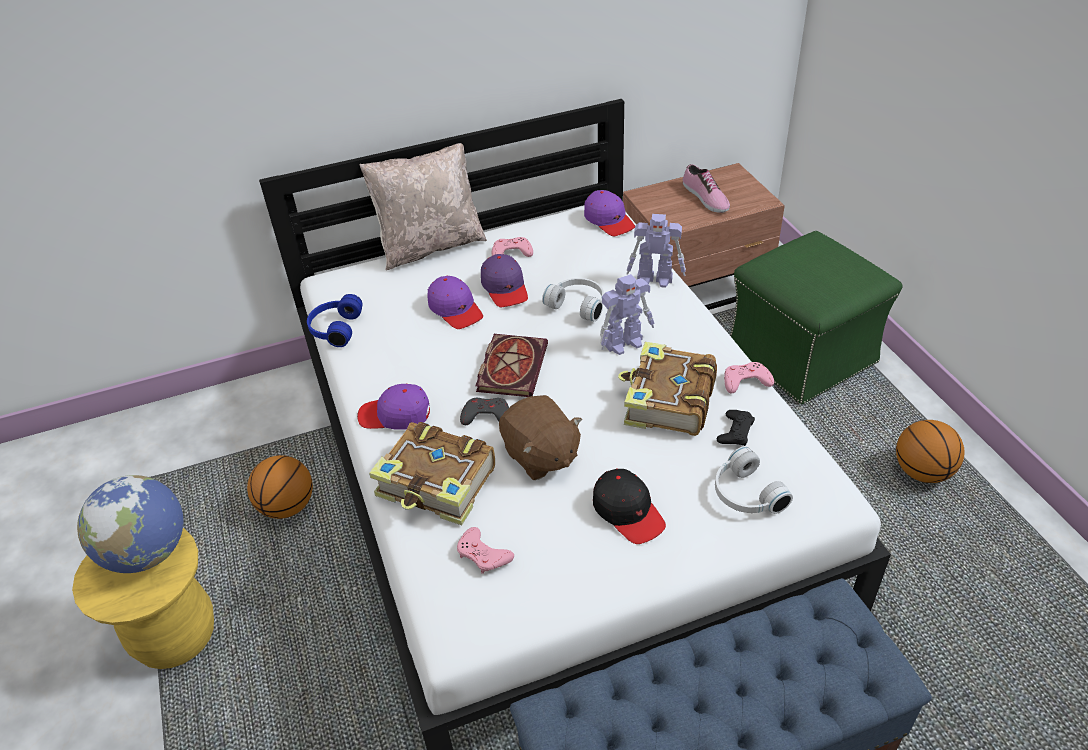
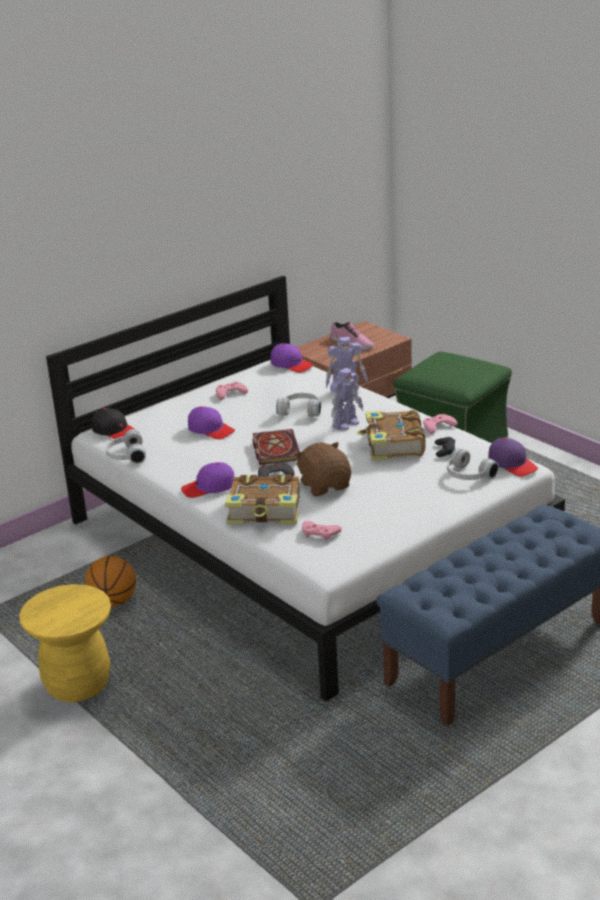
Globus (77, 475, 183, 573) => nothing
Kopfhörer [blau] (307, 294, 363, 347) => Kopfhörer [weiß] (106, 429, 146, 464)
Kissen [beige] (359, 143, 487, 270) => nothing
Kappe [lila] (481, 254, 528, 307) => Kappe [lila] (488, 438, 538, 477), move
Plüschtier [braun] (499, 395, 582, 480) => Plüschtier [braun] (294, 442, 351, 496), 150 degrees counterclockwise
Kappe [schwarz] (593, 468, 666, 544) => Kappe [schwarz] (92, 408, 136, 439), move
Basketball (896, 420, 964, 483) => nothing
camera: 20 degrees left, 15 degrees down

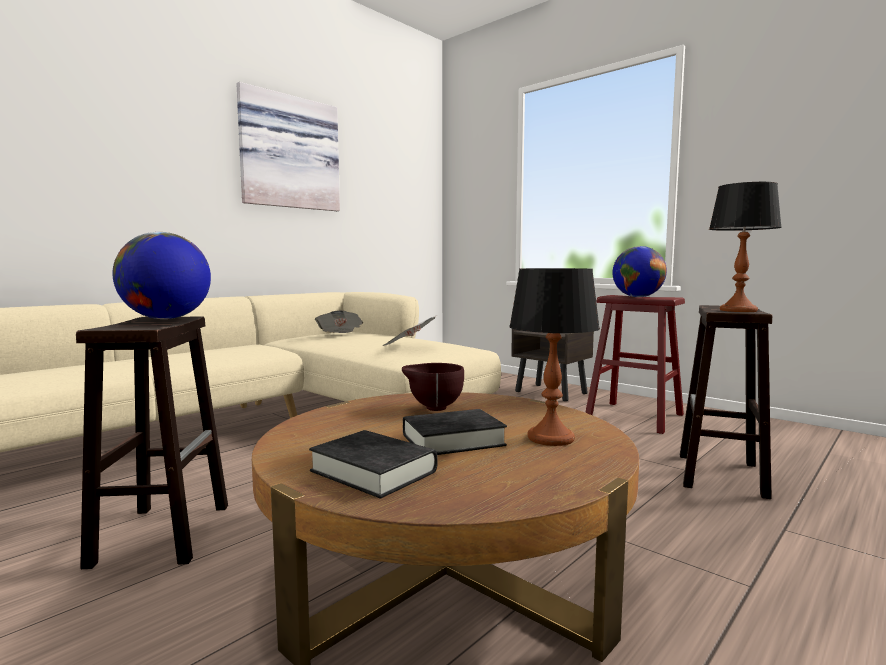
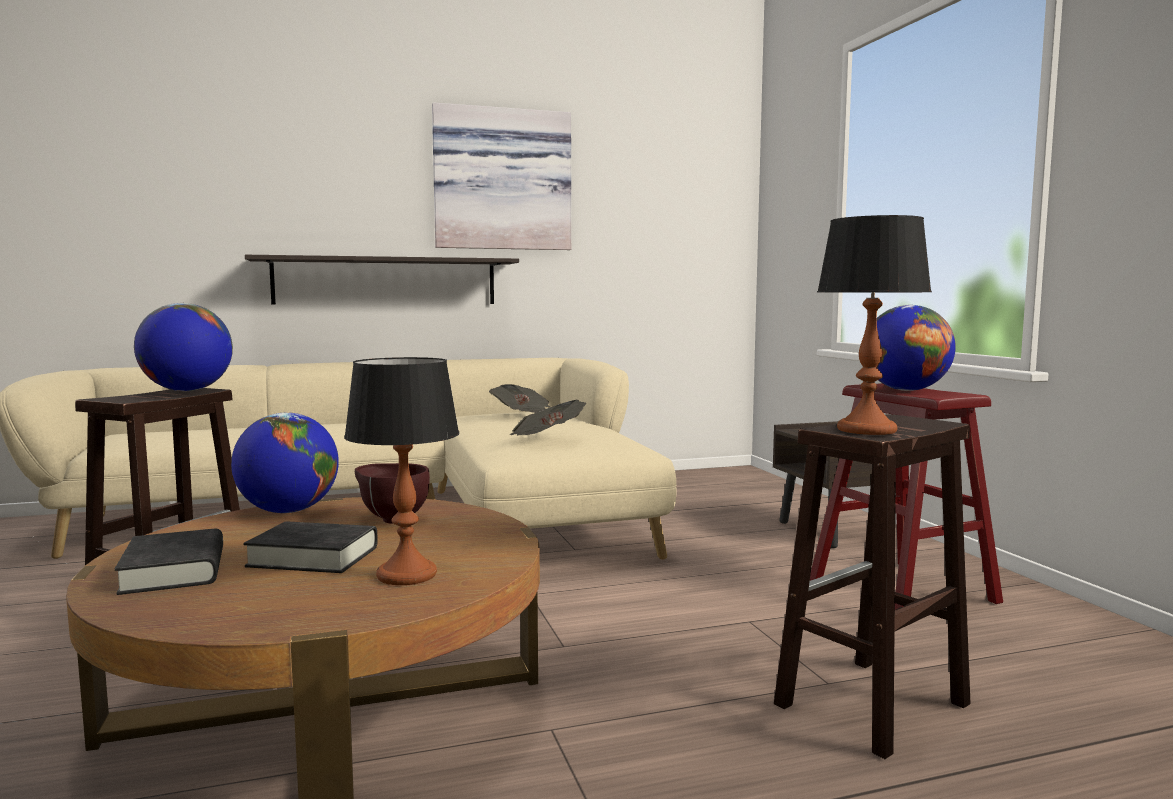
nothing => Globus (231, 413, 339, 513)
nothing => Wandregal (245, 255, 519, 305)
camera: 30 degrees right, 0 degrees up

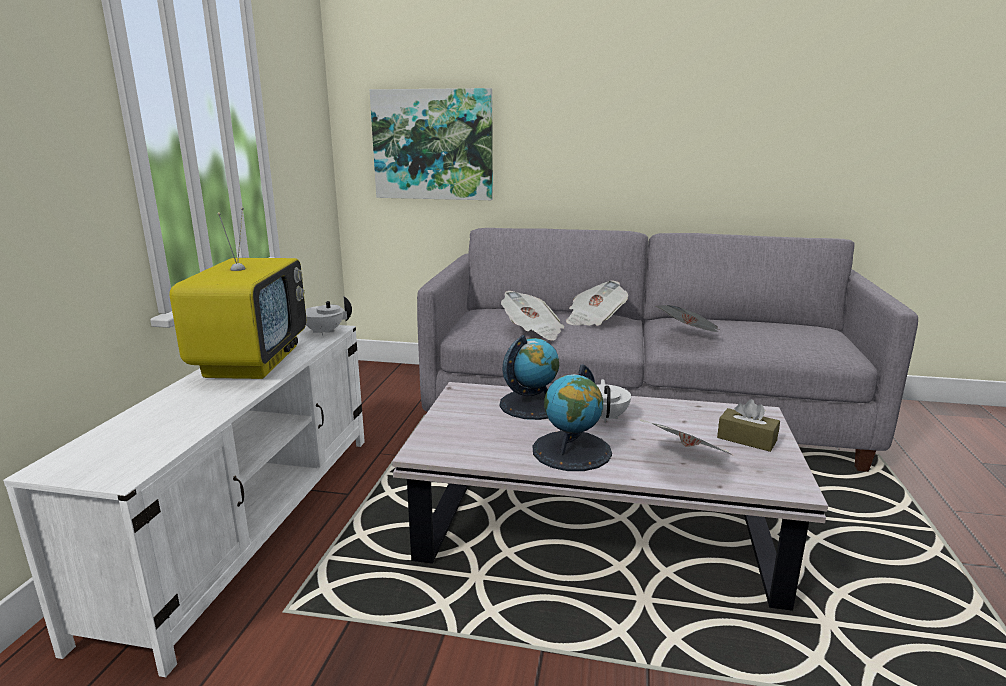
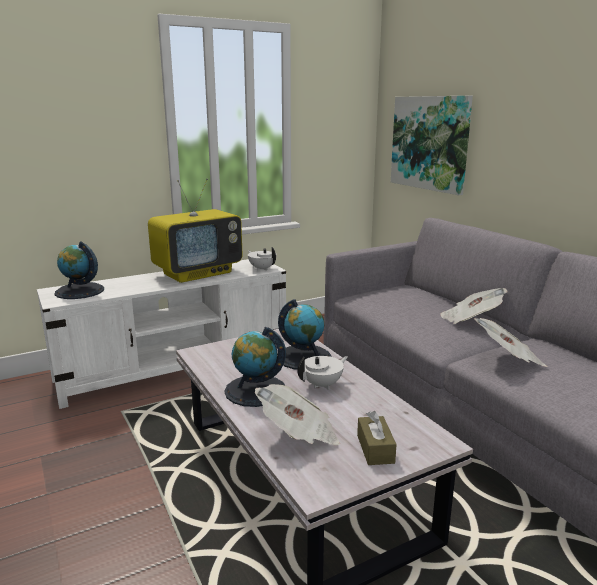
Zeitung (501, 291, 565, 341) => nothing
nothing => Globus (55, 241, 104, 299)
camera: 50 degrees right, 0 degrees up

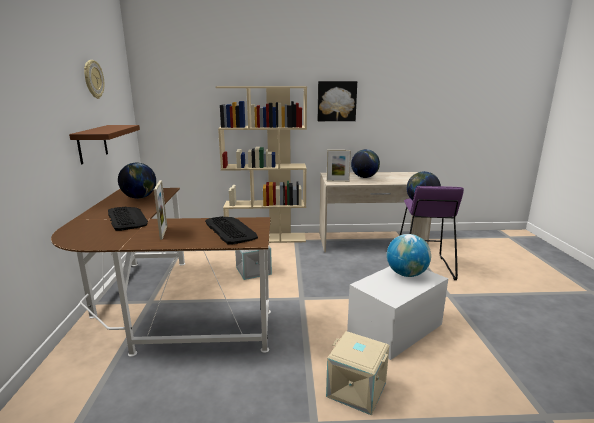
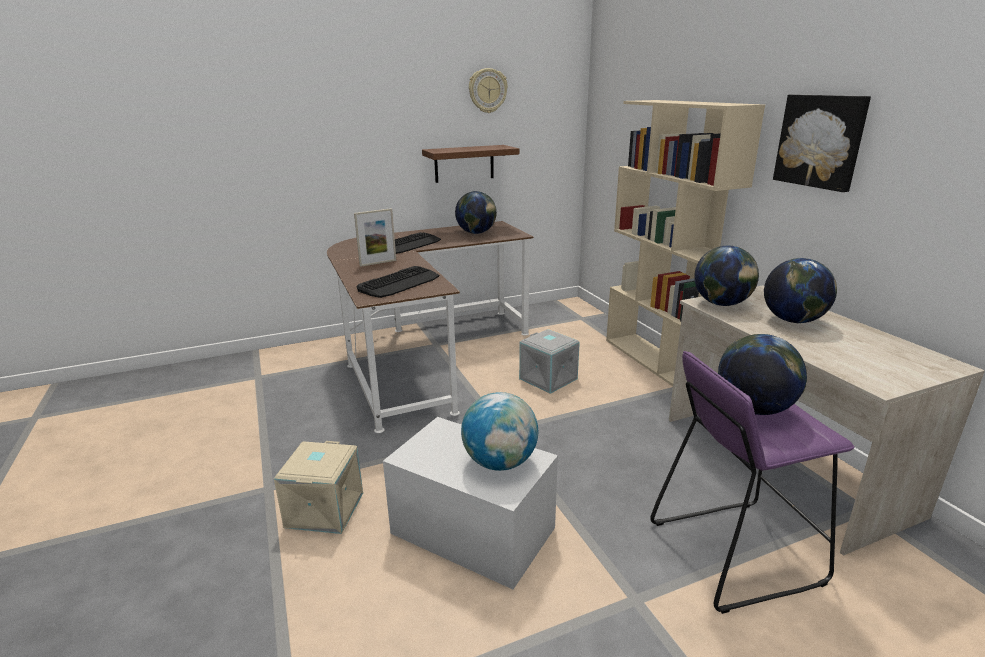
Bilderrahmen (327, 150, 351, 182) => Globus (694, 246, 759, 306)
camera: 70 degrees right, 5 degrees up

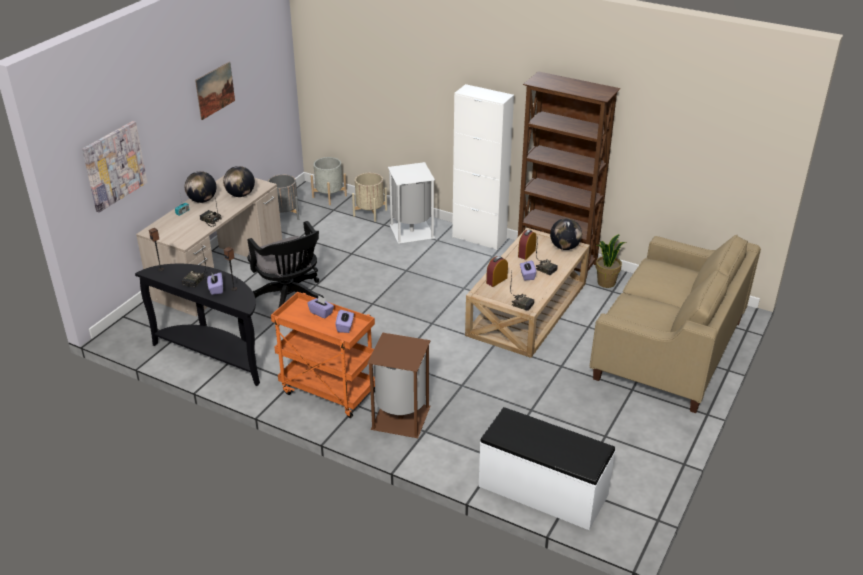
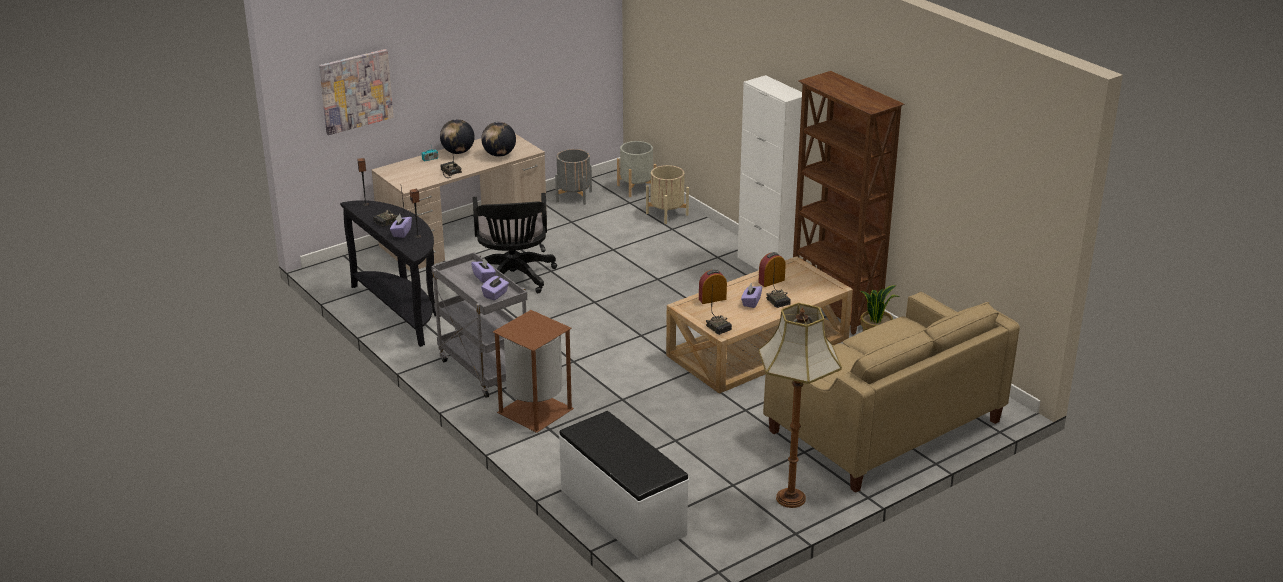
Bild (195, 62, 235, 120) => nothing
Rollwagen [orange] (271, 292, 375, 418) => Rollwagen [grau] (431, 252, 527, 398)
Mülleimer [weiß] (388, 162, 435, 244) => nothing
Globus (550, 218, 582, 250) => nothing
nothing => Stehlampe (759, 303, 842, 508)
camera: 25 degrees right, 5 degrees down

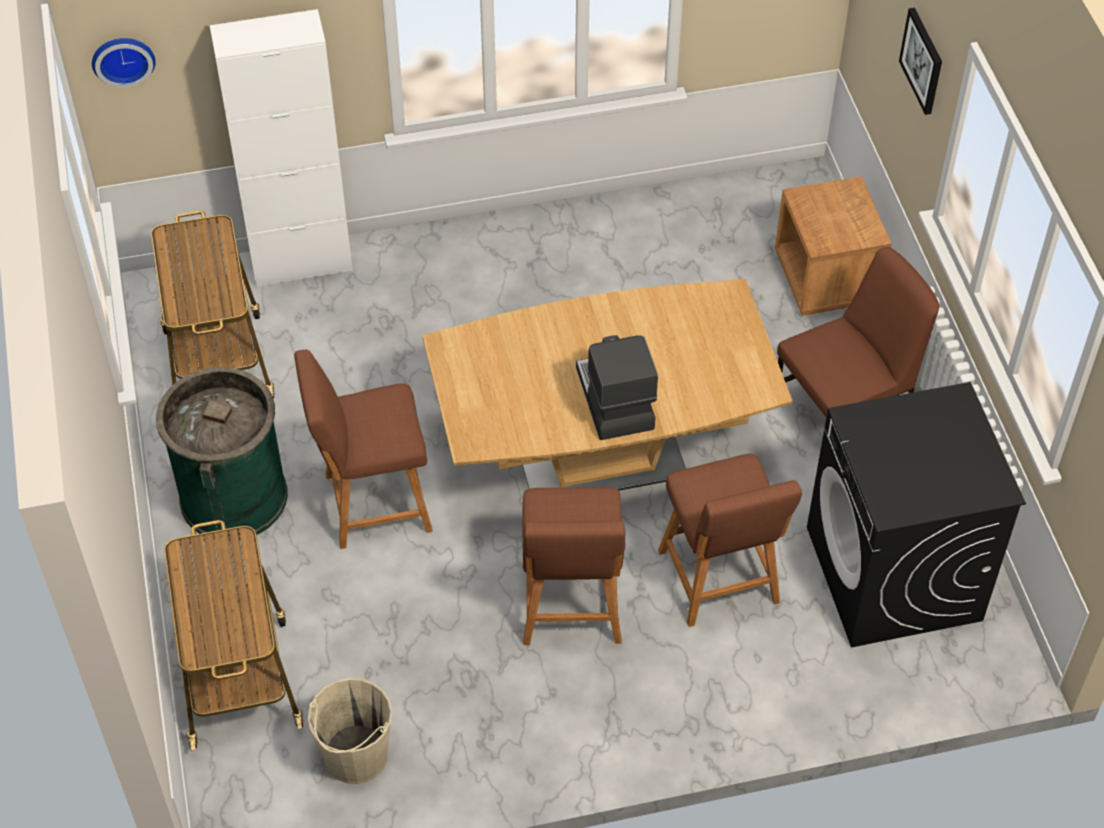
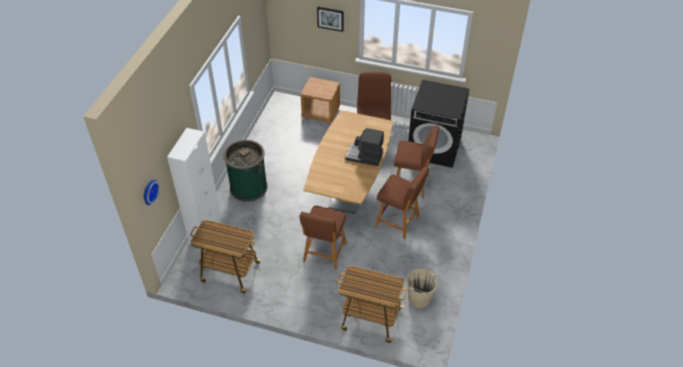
Mülleimer [grün] (156, 367, 288, 541) => Mülleimer [grün] (224, 140, 267, 202), move
camera: 60 degrees left, 5 degrees down

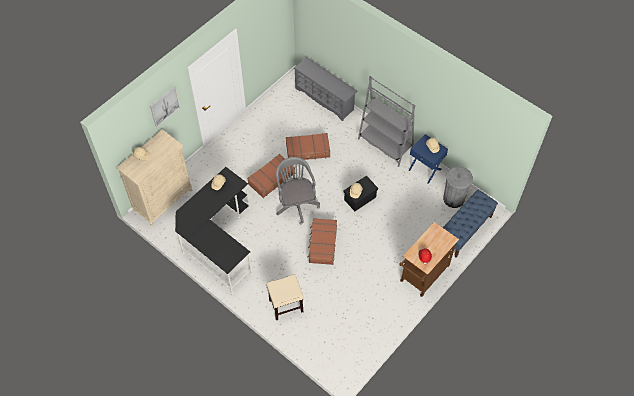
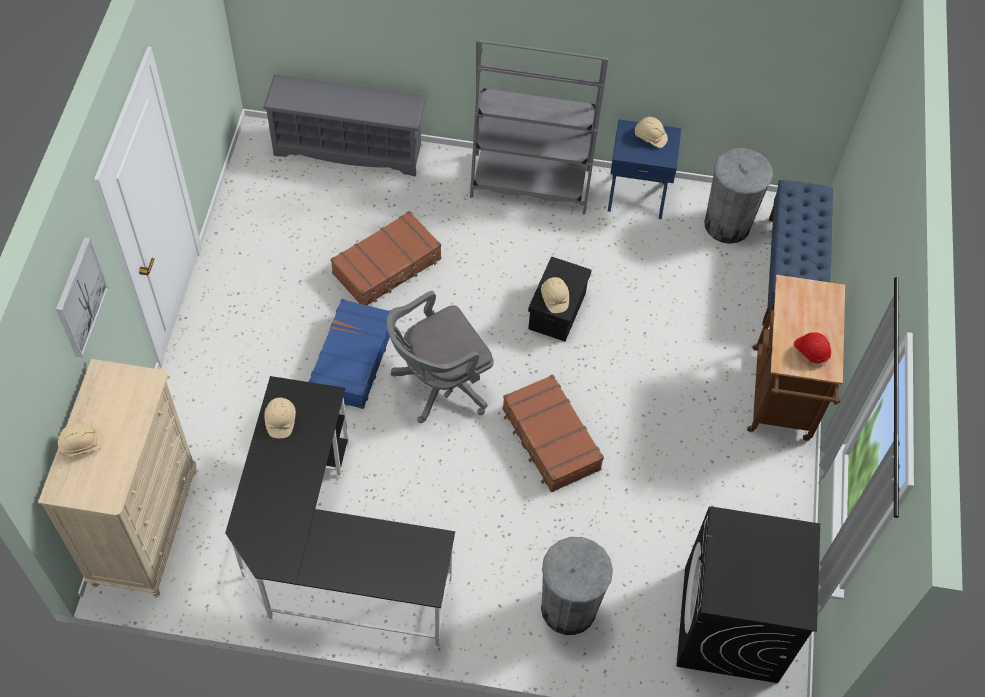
Koffer [braun] (247, 154, 295, 198) => Koffer [blau] (309, 299, 390, 409)
Hocker [beige] (266, 274, 304, 320) => Mülleimer [grau] (541, 537, 613, 635)
Bürostuhl [grau] (276, 157, 320, 225) => Bürostuhl [grau] (386, 291, 494, 423), 75 degrees counterclockwise
nothing => Waschmaschine [schwarz] (676, 506, 820, 683)
camera: 35 degrees left, 0 degrees up

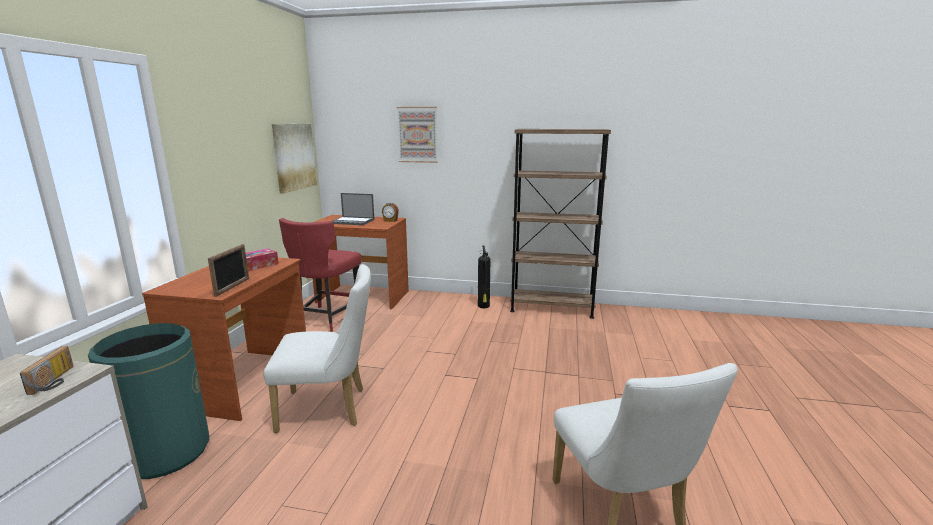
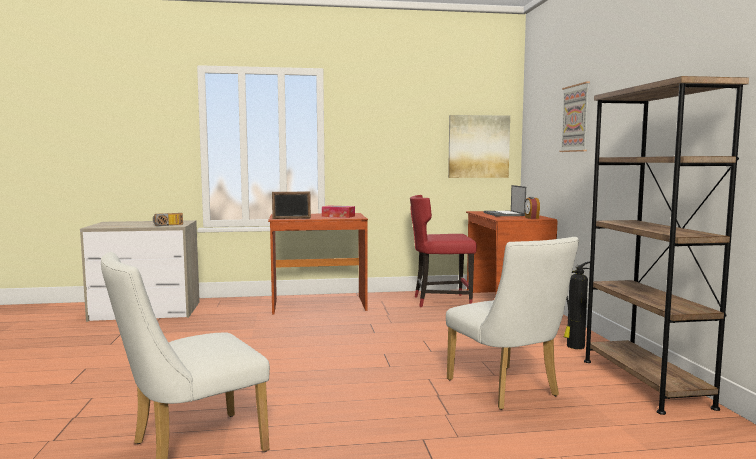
Mülleimer [grün] (88, 323, 209, 479) => nothing
Stuhl [weiß] (263, 264, 371, 433) => Stuhl [weiß] (446, 237, 579, 410), move
camera: 70 degrees right, 10 degrees down

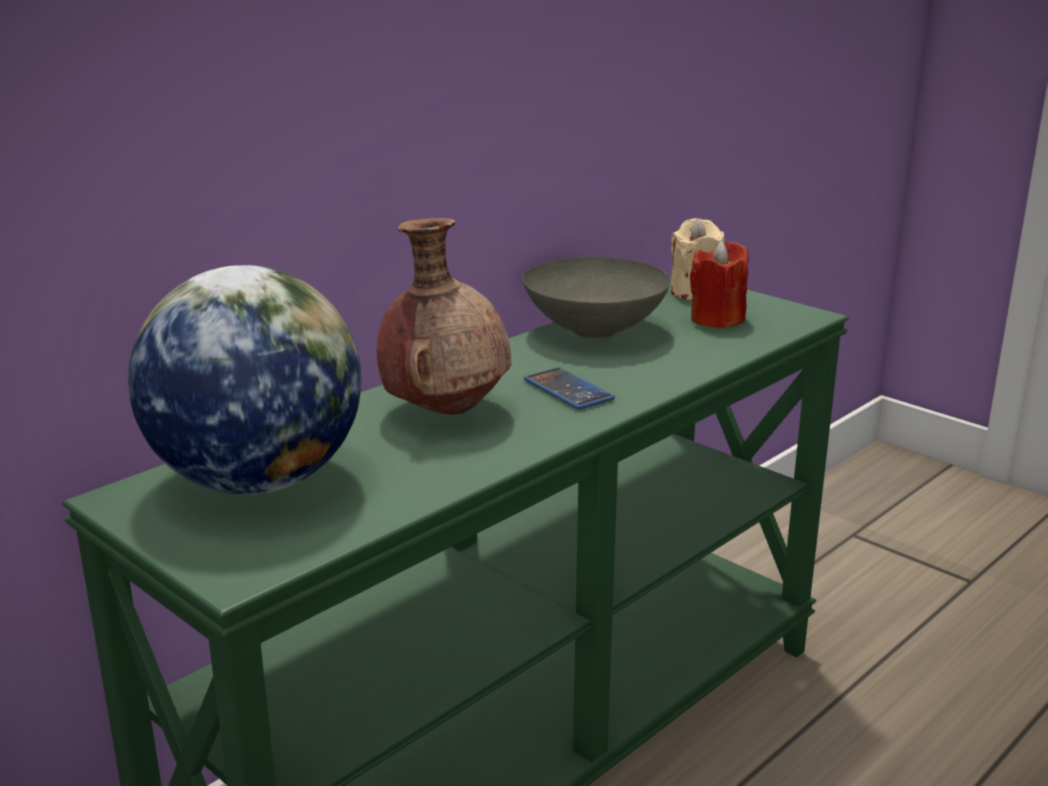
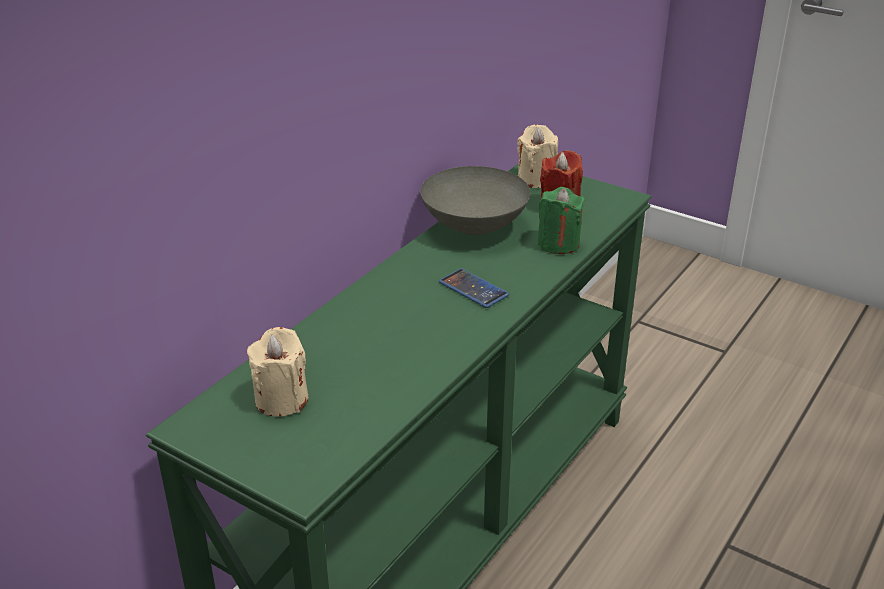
Globus (128, 265, 361, 495) => Kerze [beige] (247, 327, 309, 417)
Vase [braun] (377, 218, 511, 414) => nothing
nothing => Kerze [grün] (537, 187, 585, 254)
camera: 10 degrees left, 10 degrees up

